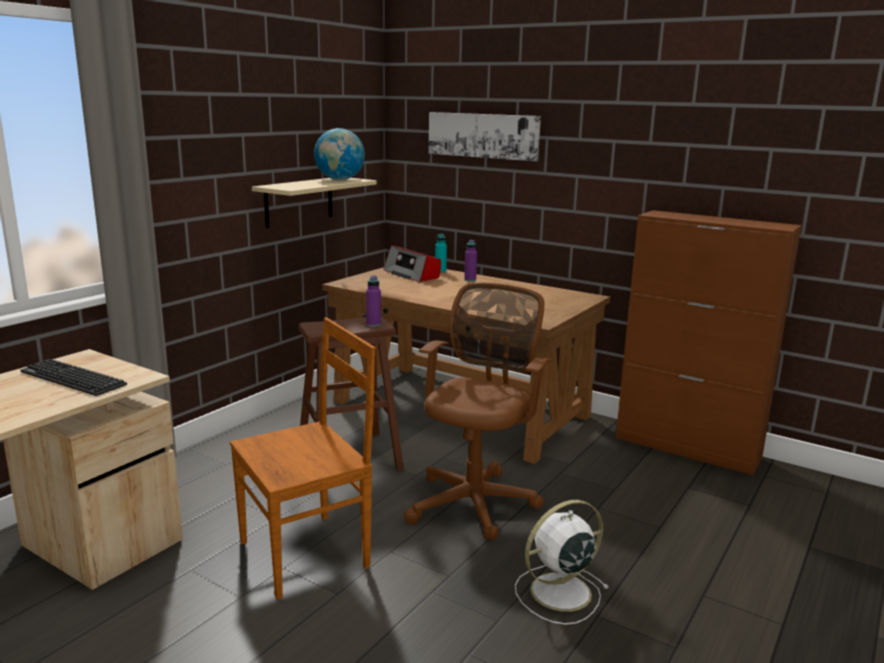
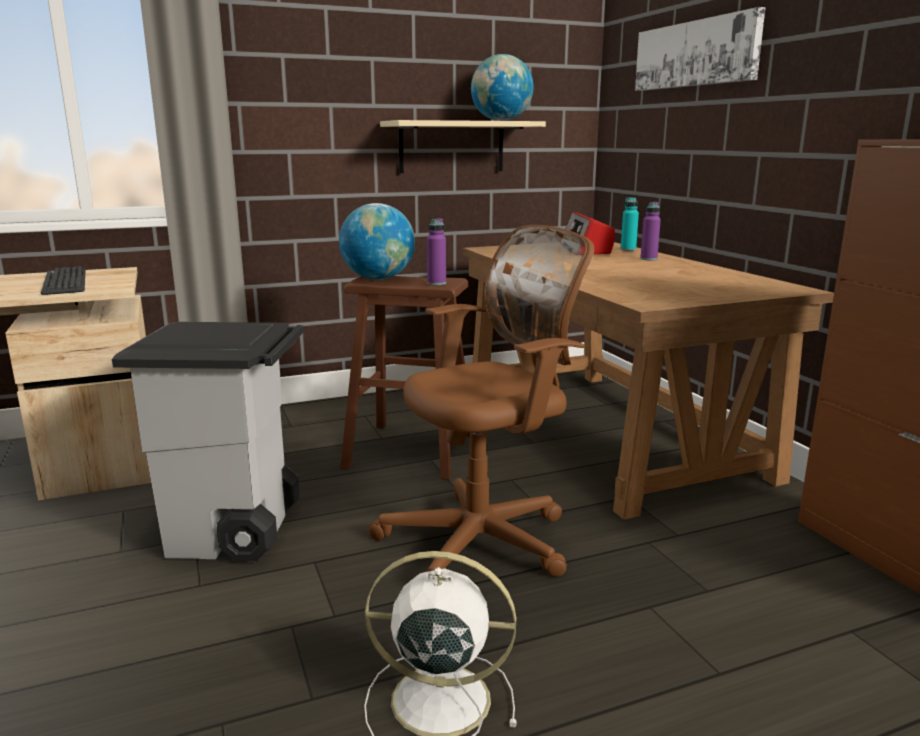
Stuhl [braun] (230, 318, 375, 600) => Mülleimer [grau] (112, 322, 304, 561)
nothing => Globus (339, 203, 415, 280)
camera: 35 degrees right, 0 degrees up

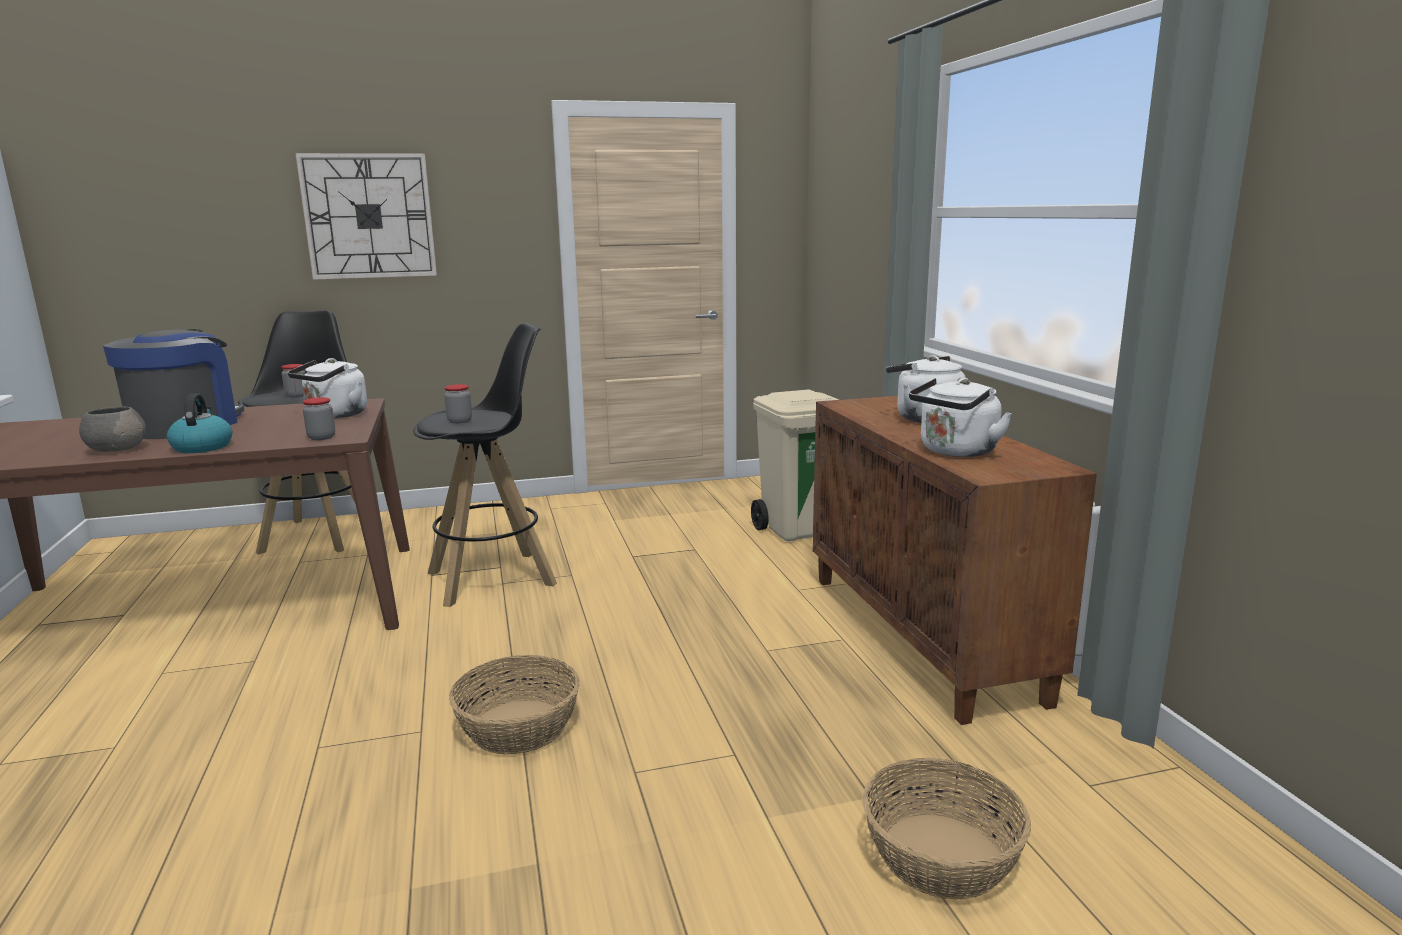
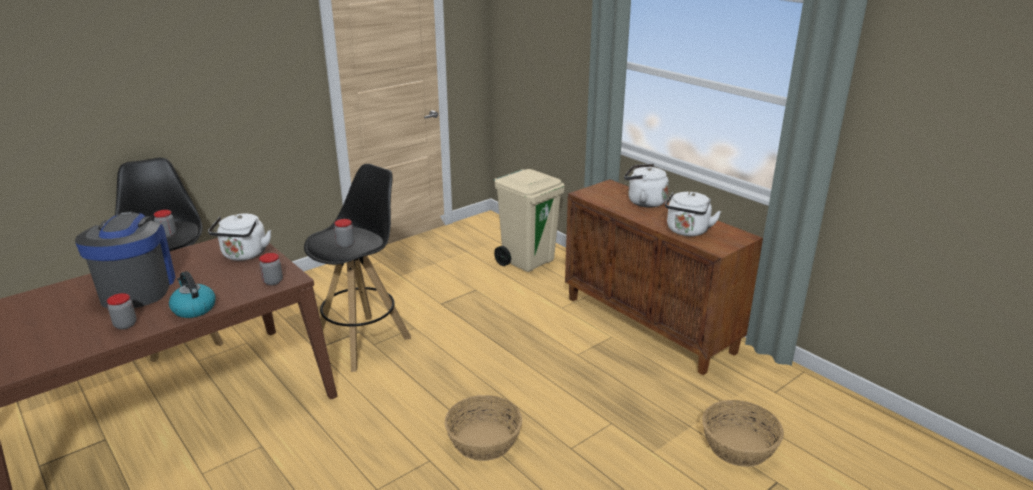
Schüssel [grau] (79, 407, 146, 452) => Vorratsglas (107, 293, 137, 330)
Wanduhr (295, 153, 437, 280) => nothing
camera: 25 degrees left, 10 degrees up

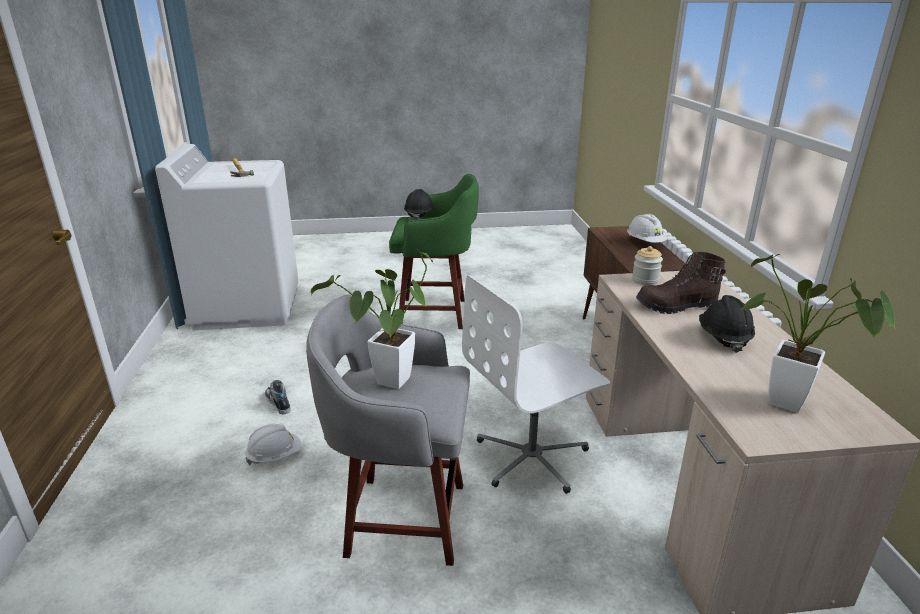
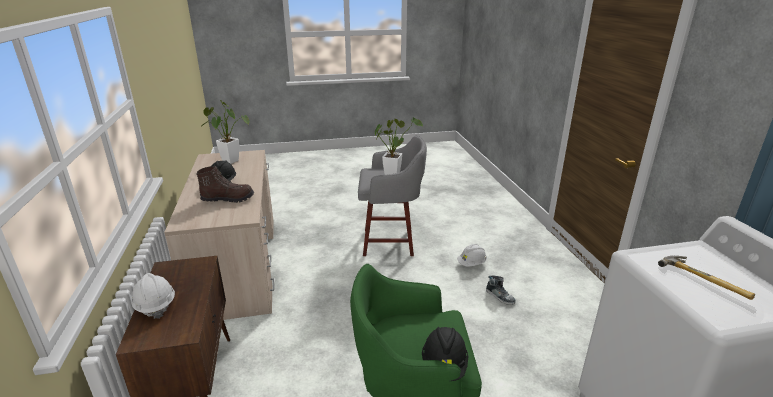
Bürostuhl [weiß] (462, 275, 610, 494) => nothing
Vorratsglas (632, 246, 663, 285) => nothing
camera: 175 degrees right, 0 degrees up

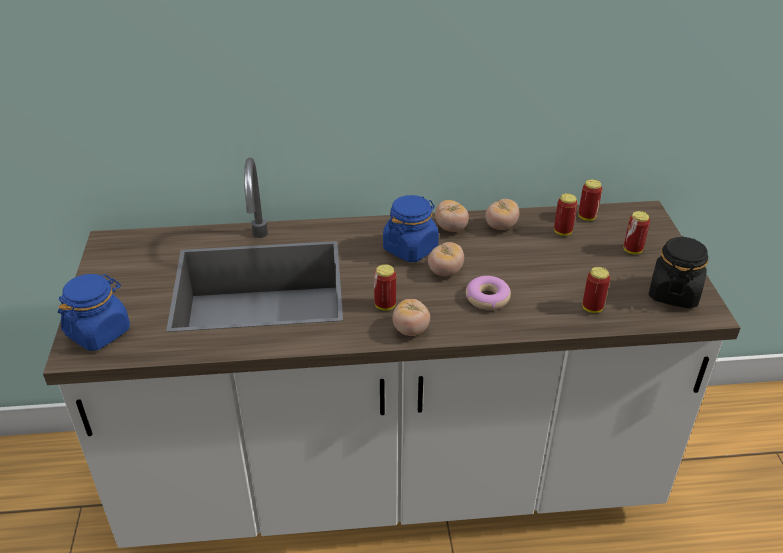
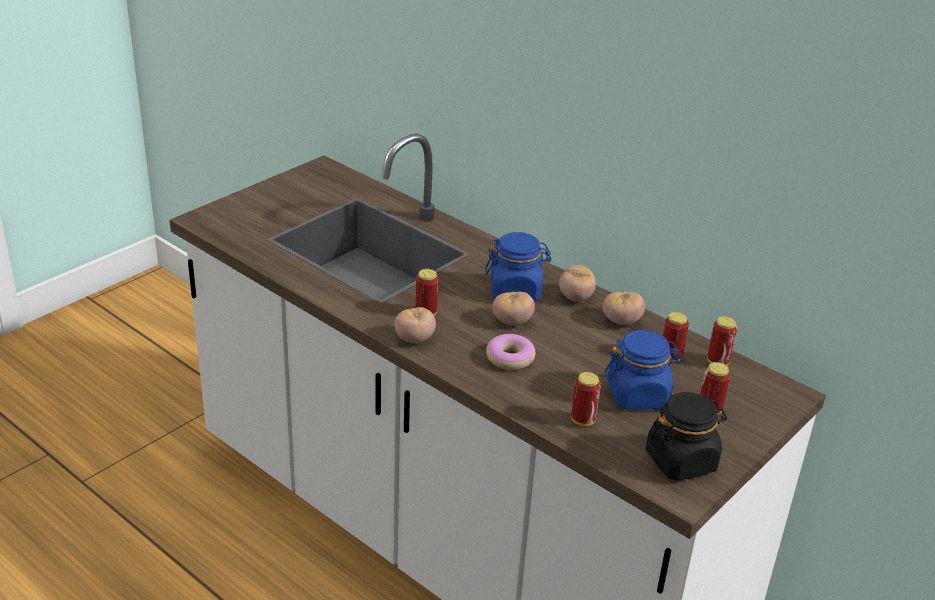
Vorratsglas [blau] (58, 274, 130, 351) => Vorratsglas [blau] (605, 330, 682, 410), move
camera: 45 degrees right, 5 degrees down

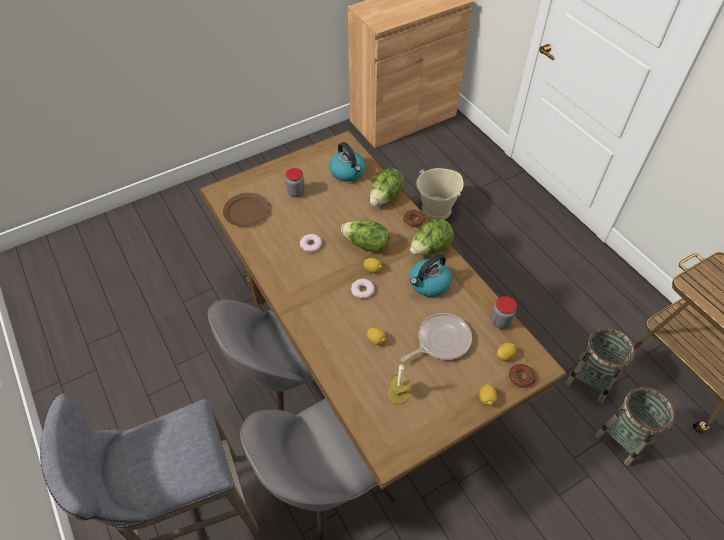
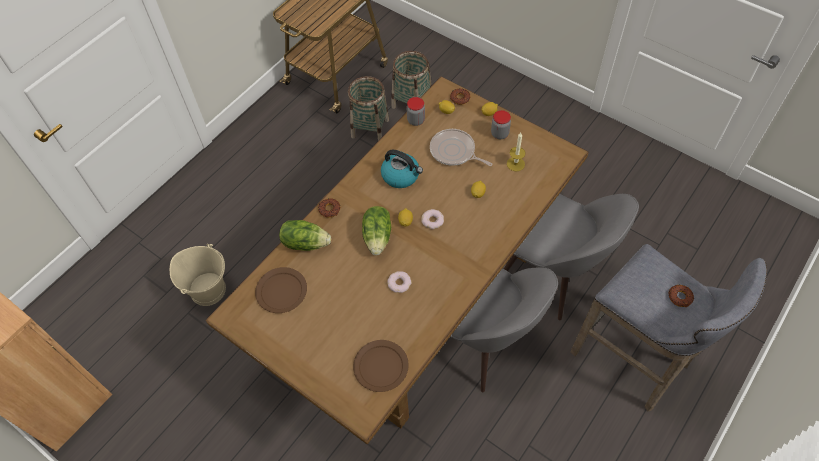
Vorratsglas (285, 168, 305, 197) => Vorratsglas (491, 110, 511, 139), move
Wasserkessel (329, 142, 365, 182) => Teller [braun] (255, 267, 307, 313)
Salatkopf (410, 218, 454, 255) => nothing
nothing => Donut (669, 285, 694, 307)
camera: 110 degrees left, 5 degrees up

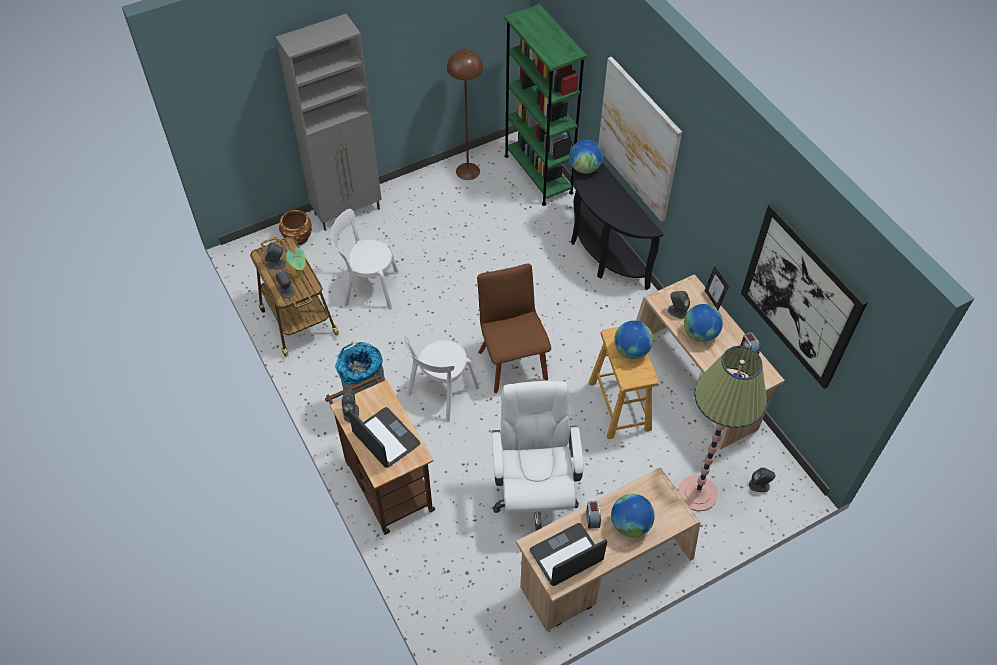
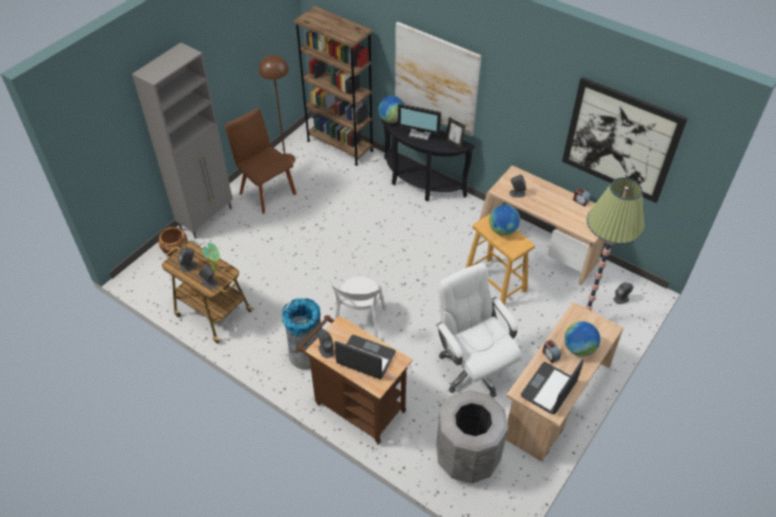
Stuhl [weiß] (331, 209, 399, 309) => nothing
Stuhl [braun] (477, 264, 551, 393) => Stuhl [braun] (225, 108, 296, 214), move
Bücherregal [grün] (504, 4, 587, 206) => Bücherregal [braun] (294, 6, 374, 166)
Globus (684, 304, 723, 342) => nothing
Bilderrahmen (704, 266, 729, 310) => Bilderrahmen (445, 117, 465, 149), move
nothing => Monitor (398, 103, 441, 140)
nothing => Mülleimer [grau] (436, 390, 508, 484)
camera: 25 degrees left, 5 degrees down

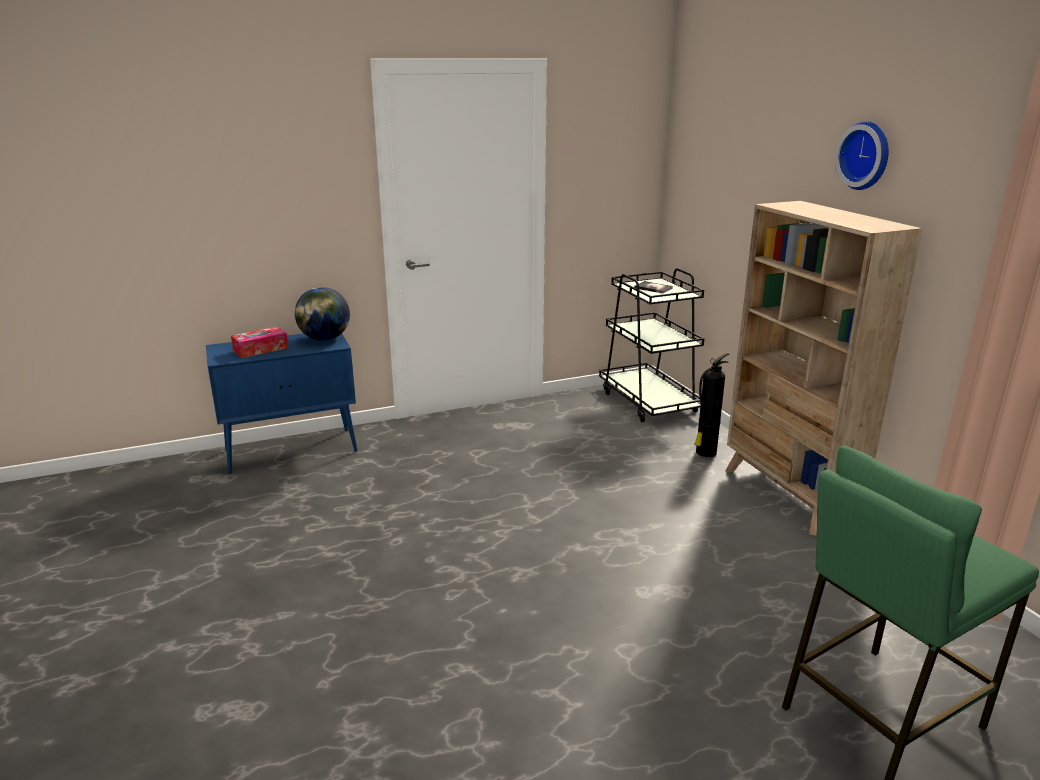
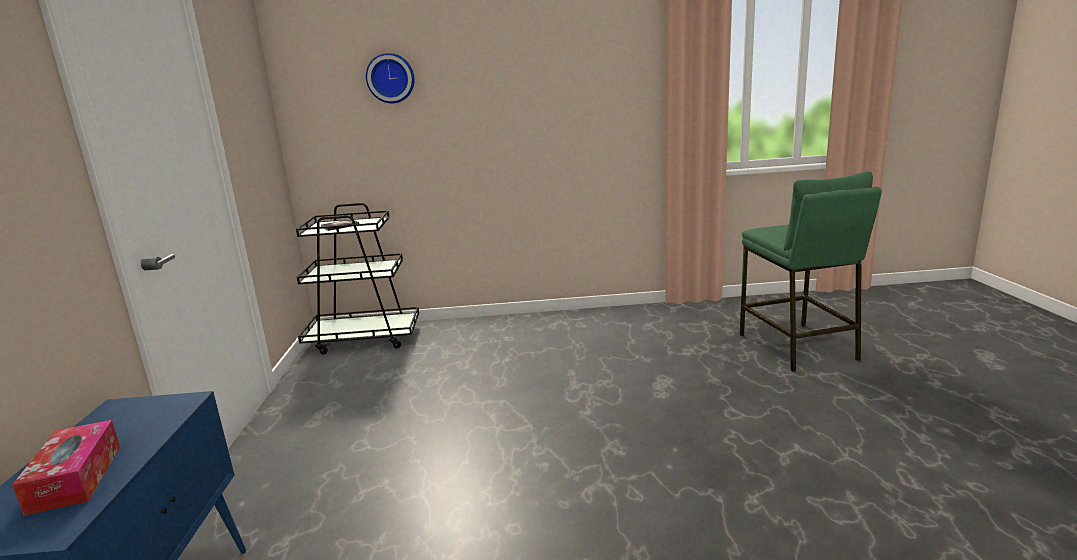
Globus (295, 287, 350, 341) => nothing
Feuerlöscher (694, 353, 729, 457) => nothing
Bücherregal [beige] (726, 201, 922, 536) => nothing
Wanduhr (835, 121, 889, 190) => Wanduhr (366, 53, 415, 103), move
camera: 70 degrees left, 5 degrees down

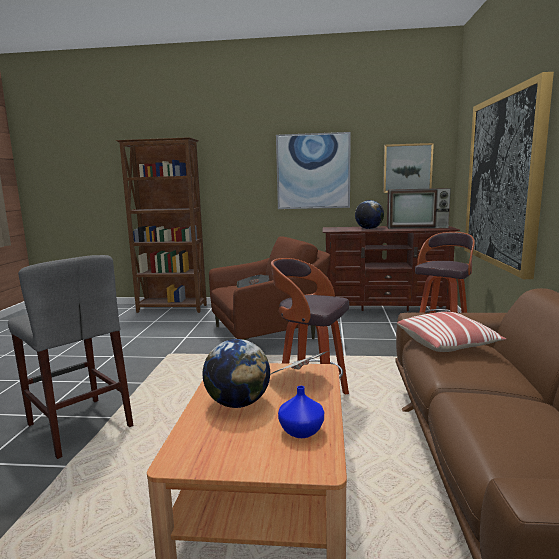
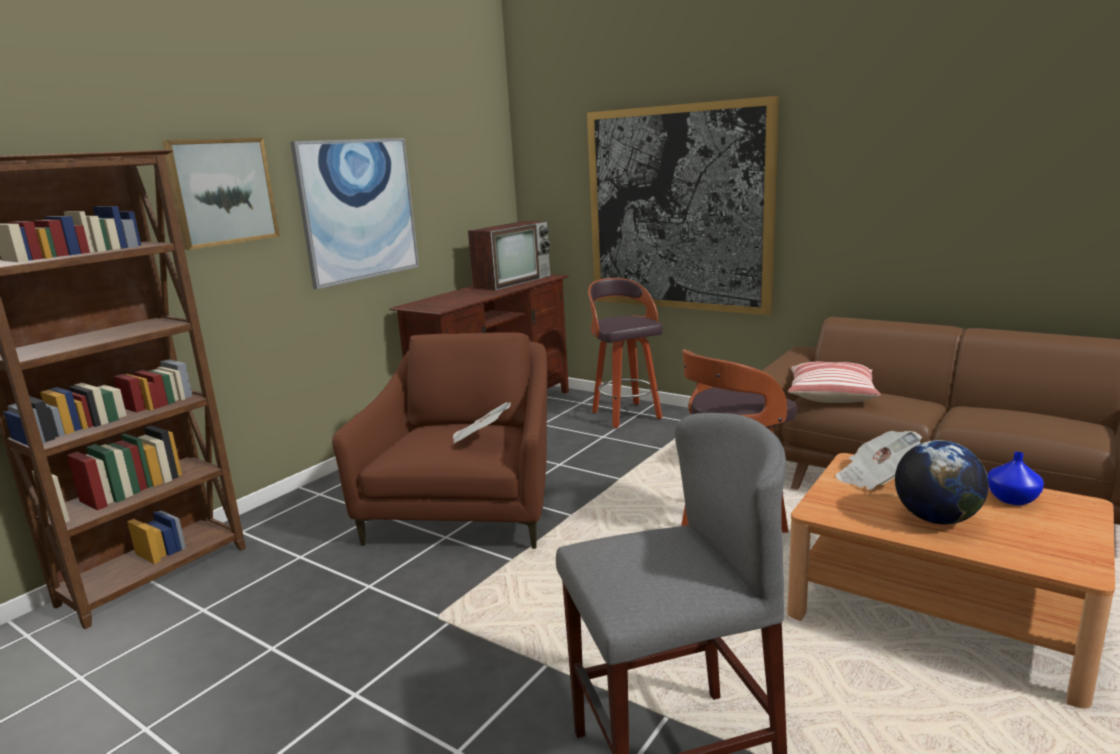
Globus (355, 200, 384, 229) => nothing
Bild (383, 143, 434, 193) => Bild (162, 138, 280, 250), move
camera: 60 degrees left, 5 degrees up

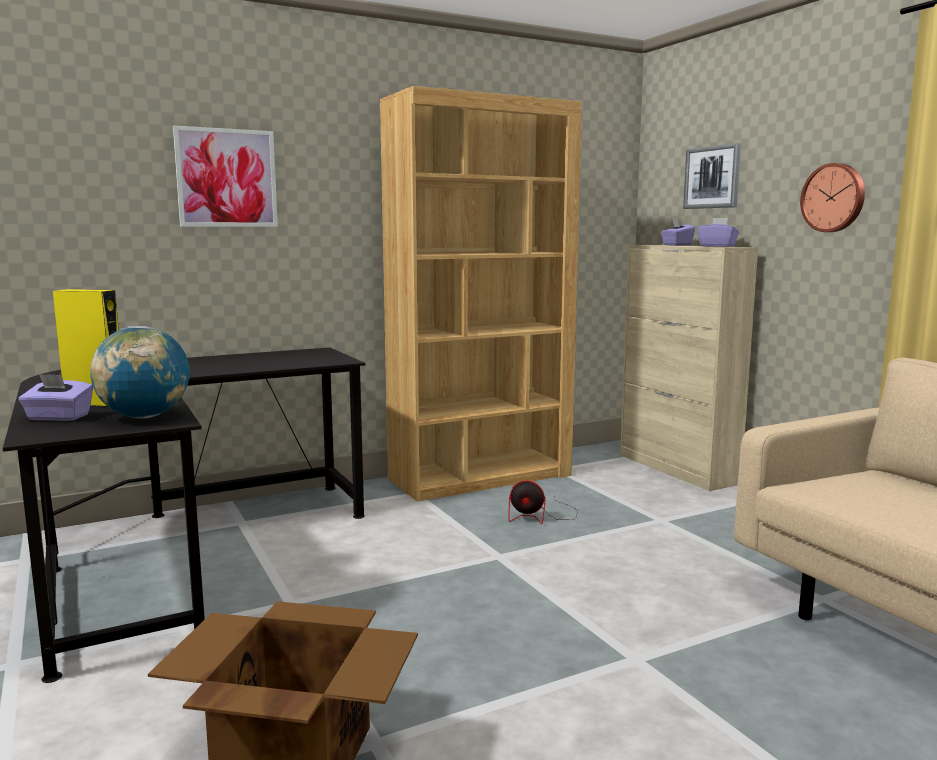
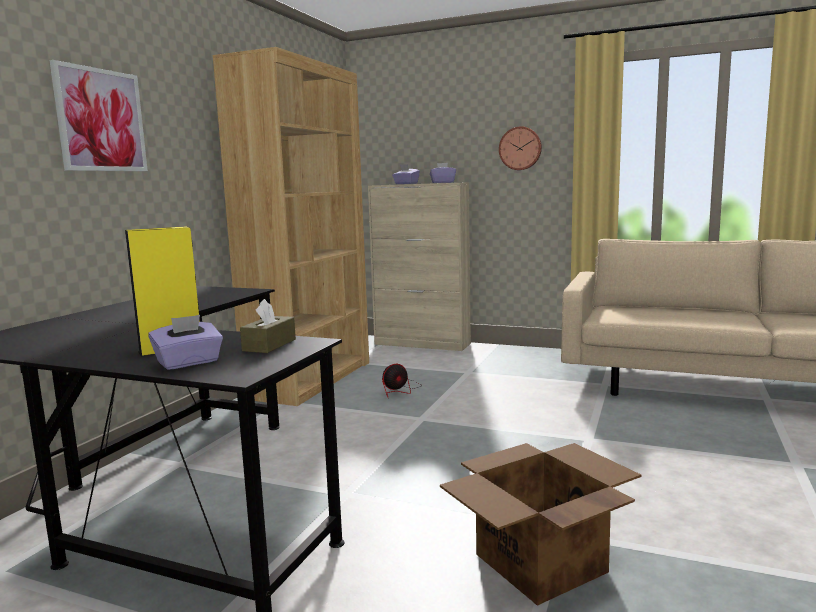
Globus (90, 326, 190, 419) => Taschentuchbox [braun] (240, 299, 296, 353)
Bild (683, 143, 741, 209) => nothing
camera: 40 degrees left, 0 degrees up

